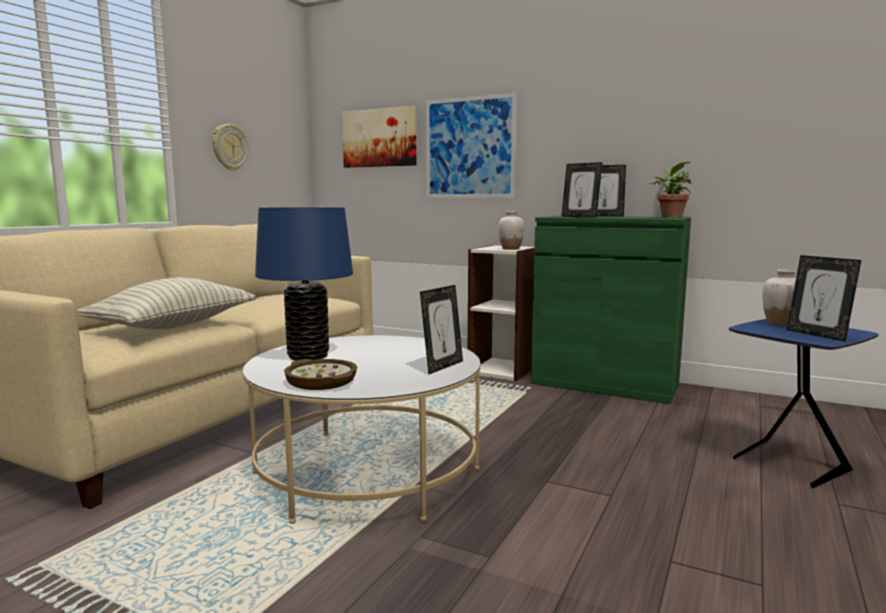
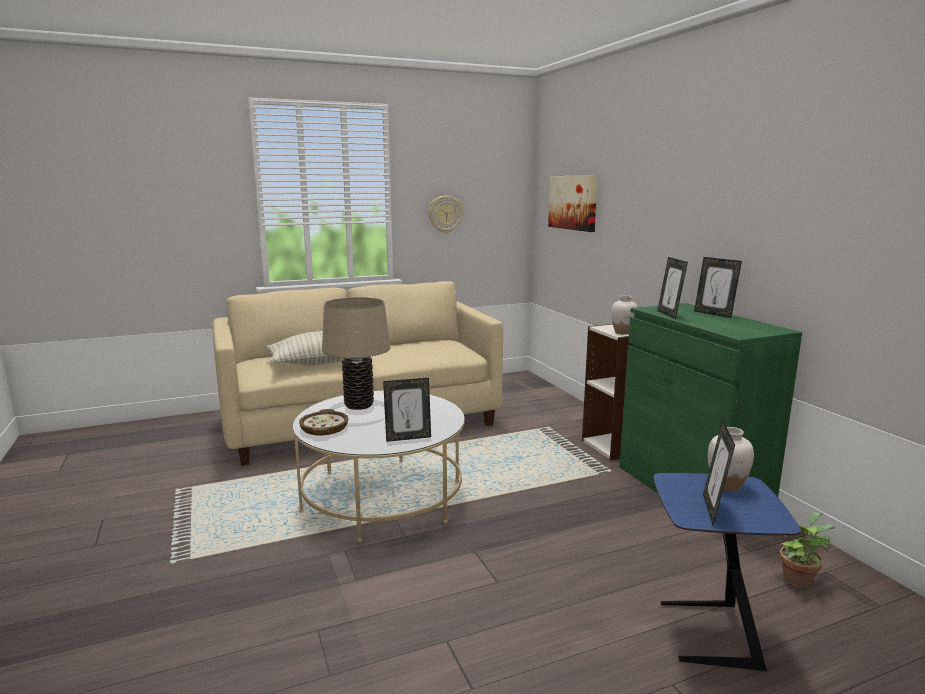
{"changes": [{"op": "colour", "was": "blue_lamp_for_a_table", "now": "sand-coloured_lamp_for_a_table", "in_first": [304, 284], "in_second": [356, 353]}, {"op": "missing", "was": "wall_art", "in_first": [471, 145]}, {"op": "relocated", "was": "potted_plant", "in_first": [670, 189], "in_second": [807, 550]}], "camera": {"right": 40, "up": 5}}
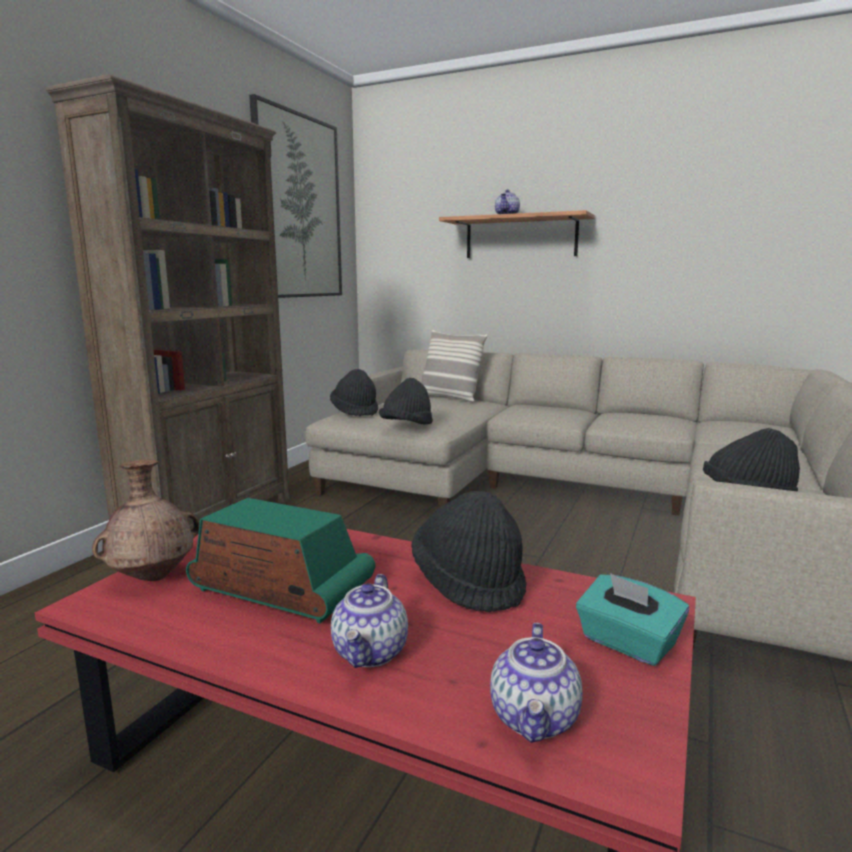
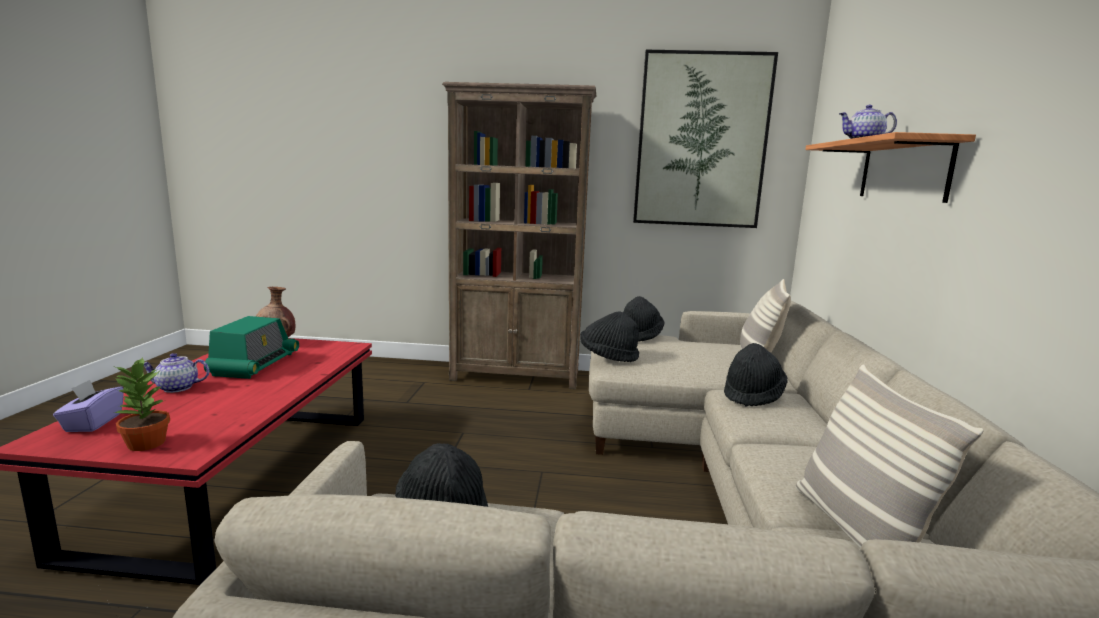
{"changes": [{"op": "relocated", "was": "black_wearable_hat", "in_first": [469, 551], "in_second": [756, 375]}, {"op": "exchanged", "was": "teapot", "now": "purple_tissue_box", "in_first": [536, 683], "in_second": [88, 405]}, {"op": "exchanged", "was": "blue-green_tissue_box", "now": "potted_plant", "in_first": [632, 619], "in_second": [141, 403]}, {"op": "appeared", "now": "throw_pillow", "in_second": [890, 456]}], "camera": {"right": 70, "up": 0}}
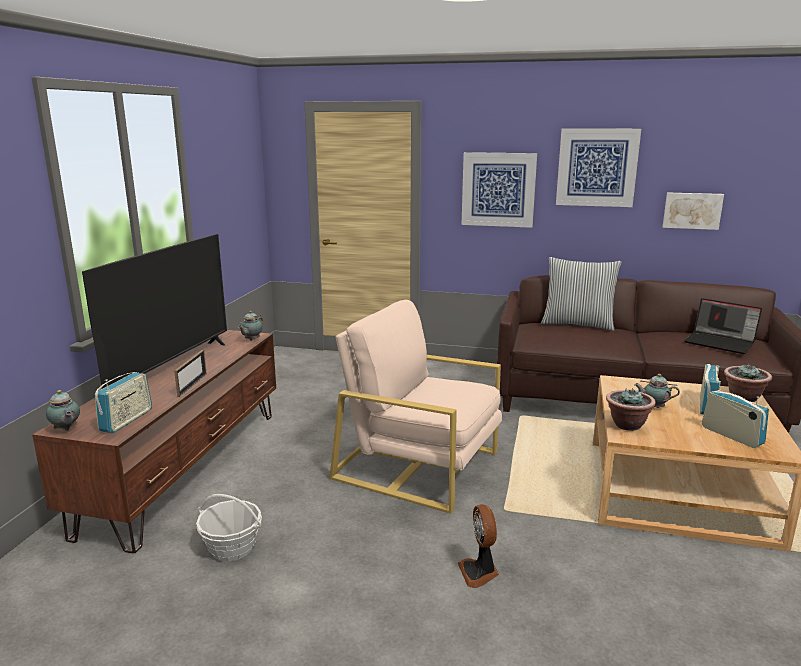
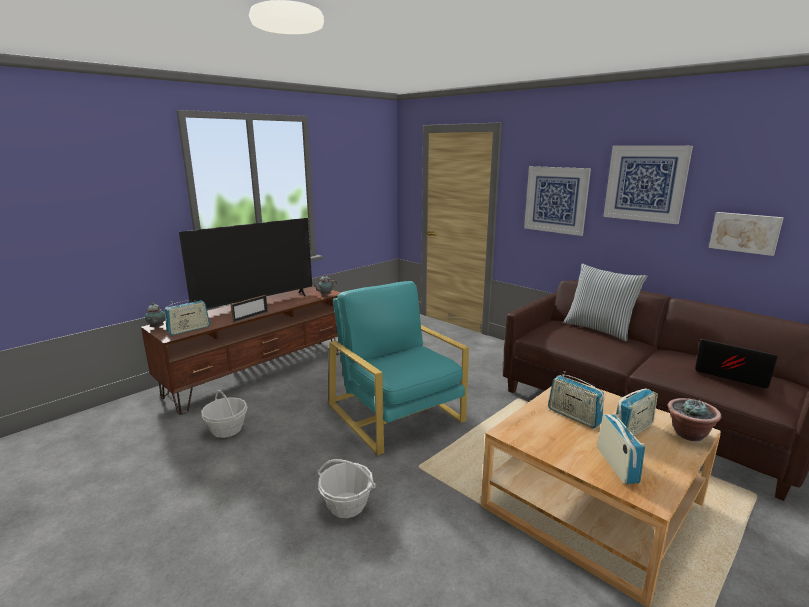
{"changes": [{"op": "colour", "was": "sand-coloured_lounge_chair", "now": "blue-green_lounge_chair", "in_first": [415, 407], "in_second": [399, 368]}, {"op": "exchanged", "was": "fan", "now": "storage_basket", "in_first": [478, 546], "in_second": [346, 488]}, {"op": "missing", "was": "potted_plant", "in_first": [631, 409]}, {"op": "exchanged", "was": "teapot", "now": "radio_set", "in_first": [657, 391], "in_second": [576, 399]}, {"op": "spun", "was": "laptop", "in_first": [723, 326], "in_second": [736, 363], "clockwise": 150}], "camera": {"right": 30, "up": 0}}
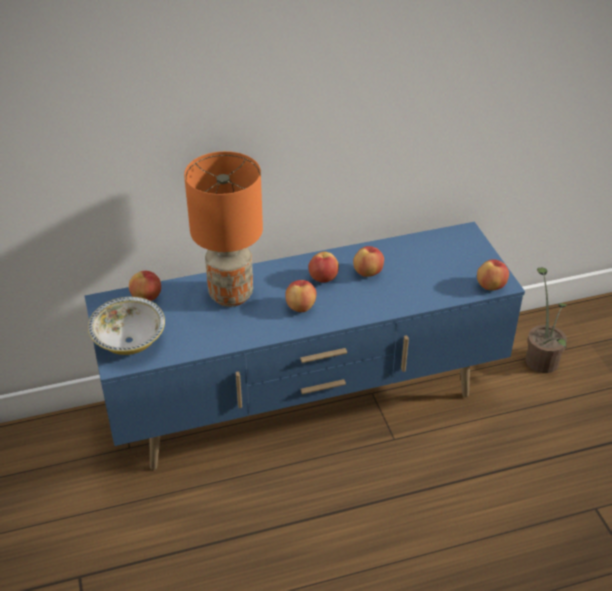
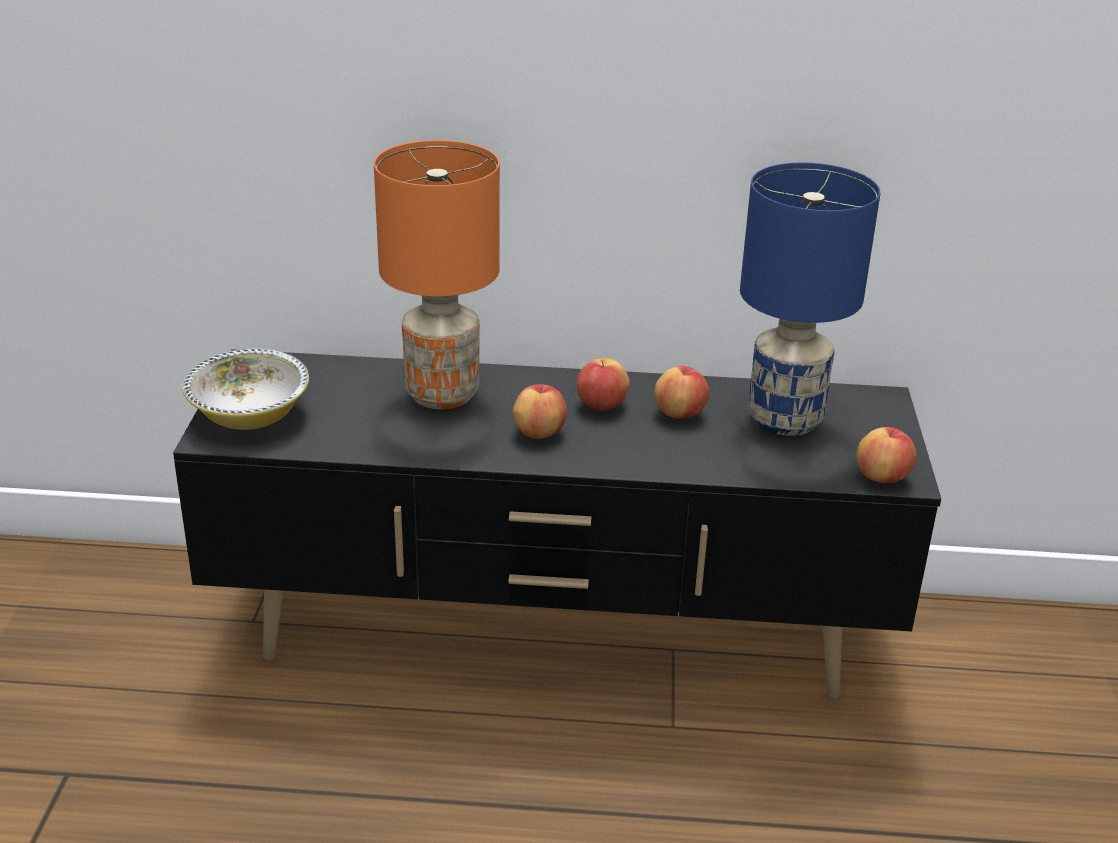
{"changes": [{"op": "colour", "was": "blue_media_console", "now": "black_media_console", "in_first": [305, 346], "in_second": [557, 524]}, {"op": "missing", "was": "apple_fruit", "in_first": [145, 286]}, {"op": "missing", "was": "potted_plant", "in_first": [546, 320]}, {"op": "appeared", "now": "blue_lamp_for_a_table", "in_second": [810, 299]}], "camera": {"right": 20, "up": -10}}
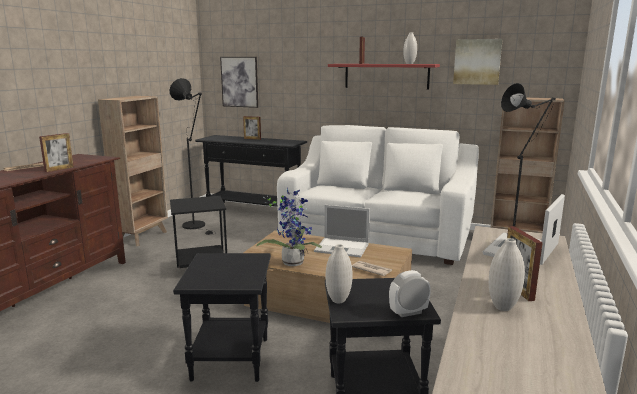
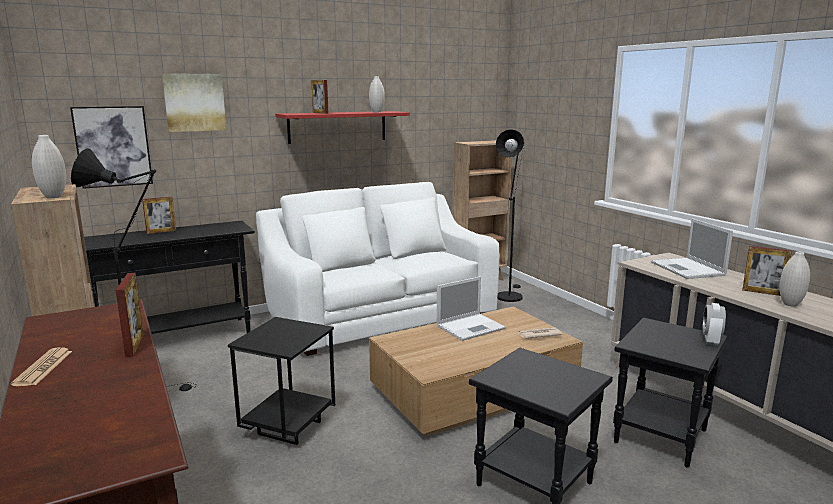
{"changes": [{"op": "missing", "was": "potted_plant", "in_first": [289, 226]}, {"op": "relocated", "was": "white_decorative_vase", "in_first": [339, 273], "in_second": [49, 166]}, {"op": "relocated", "was": "wall_art", "in_first": [478, 62], "in_second": [194, 102]}], "camera": {"right": -50, "up": 0}}
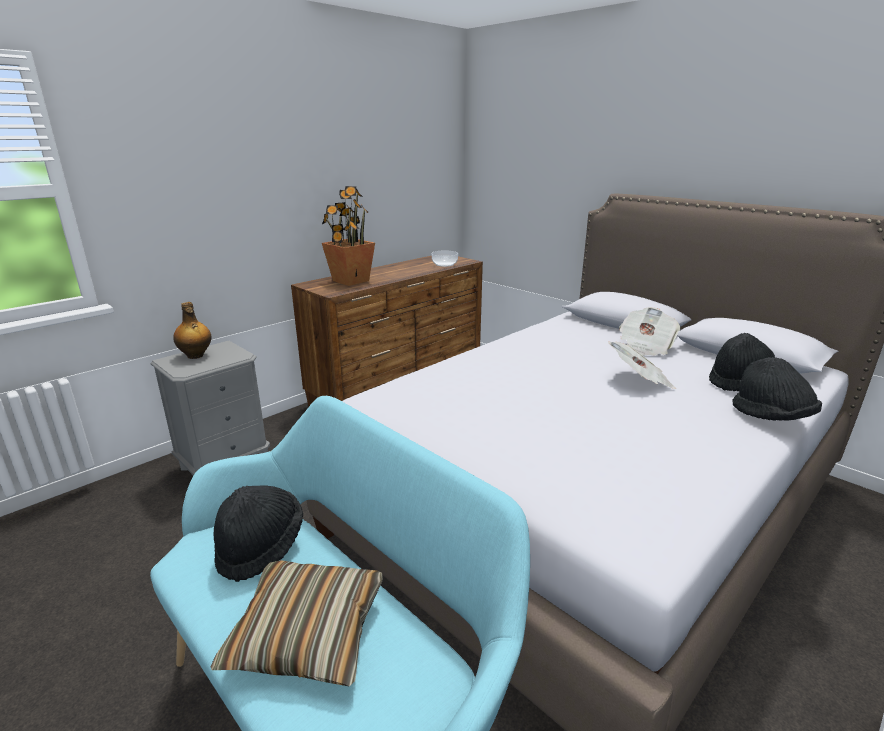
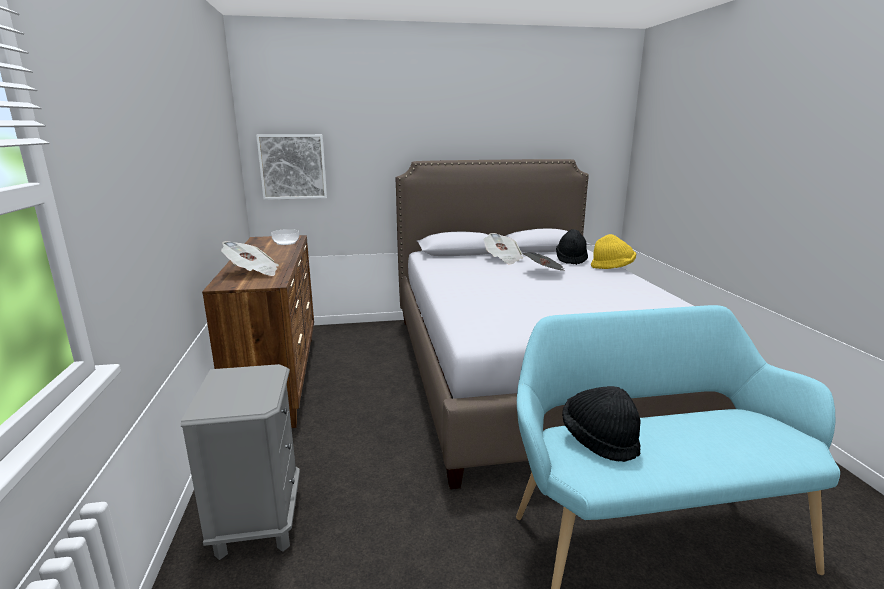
{"changes": [{"op": "missing", "was": "beverage_bottle", "in_first": [192, 330]}, {"op": "missing", "was": "throw_pillow", "in_first": [297, 623]}, {"op": "exchanged", "was": "potted_plant", "now": "newspaper", "in_first": [348, 236], "in_second": [250, 258]}, {"op": "colour", "was": "black_wearable_hat", "now": "yellow_wearable_hat", "in_first": [777, 389], "in_second": [613, 251]}, {"op": "appeared", "now": "wall_art", "in_second": [291, 167]}], "camera": {"right": -55, "up": -5}}
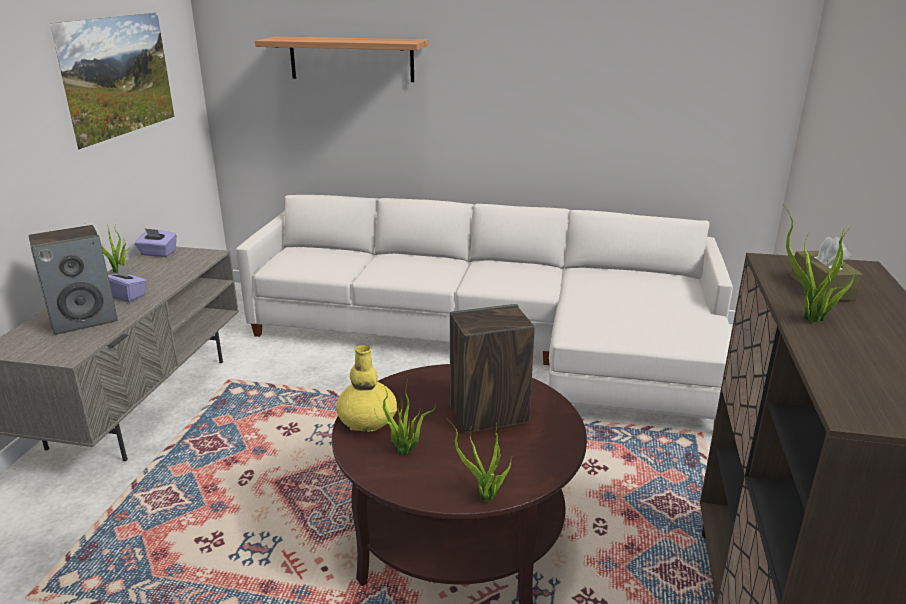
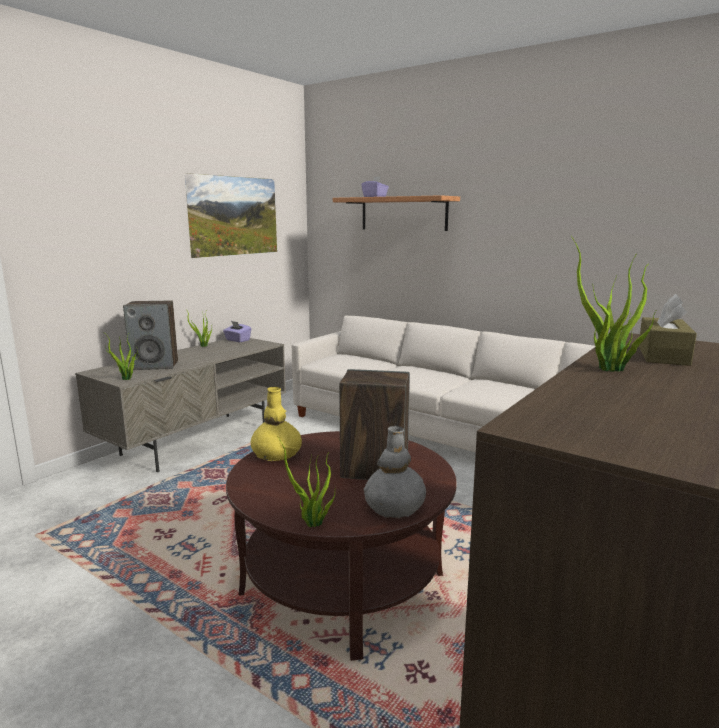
{"changes": [{"op": "relocated", "was": "purple_tissue_box", "in_first": [127, 283], "in_second": [375, 186]}, {"op": "relocated", "was": "potted_plant", "in_first": [405, 417], "in_second": [122, 357]}, {"op": "appeared", "now": "grey_decorative_vase", "in_second": [395, 472]}], "camera": {"right": 25, "up": -10}}
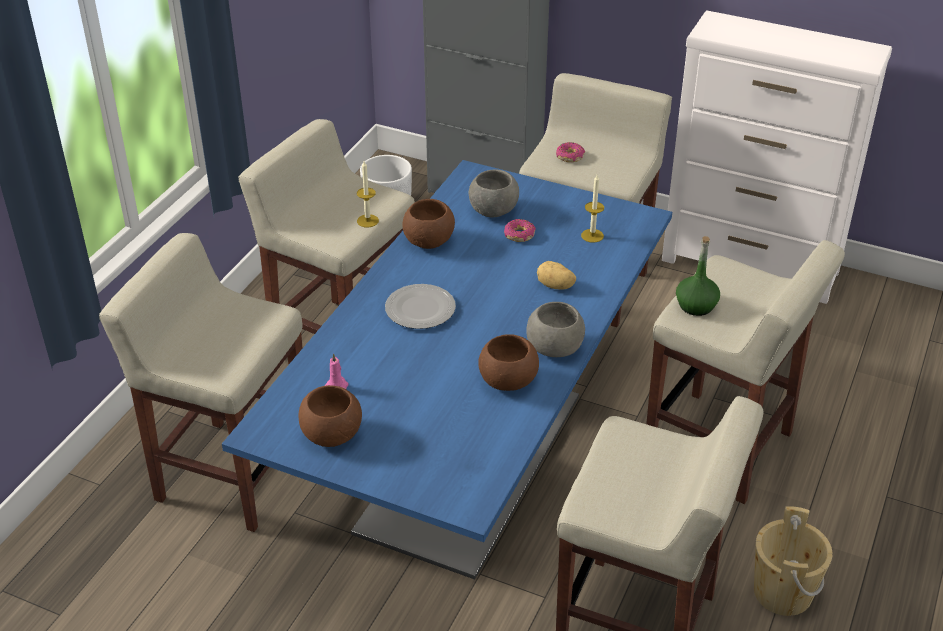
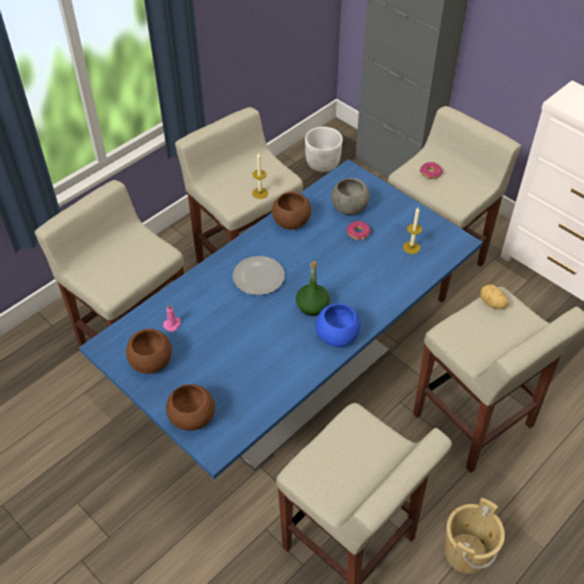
{"changes": [{"op": "relocated", "was": "brownish_bowl", "in_first": [508, 362], "in_second": [190, 407]}, {"op": "colour", "was": "grey_bowl", "now": "blue_bowl", "in_first": [555, 329], "in_second": [338, 325]}, {"op": "relocated", "was": "potato", "in_first": [556, 275], "in_second": [494, 297]}, {"op": "relocated", "was": "green-coloured_beverage_bottle", "in_first": [698, 276], "in_second": [313, 288]}], "camera": {"right": 20, "up": 10}}
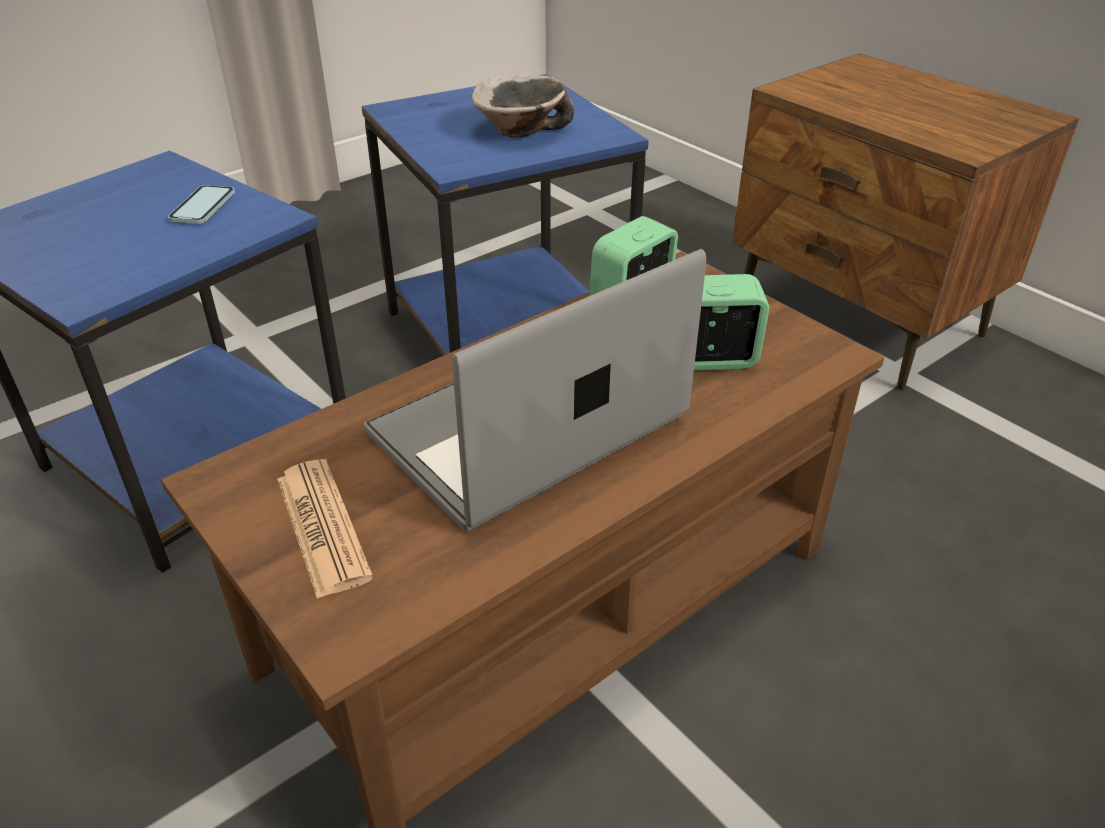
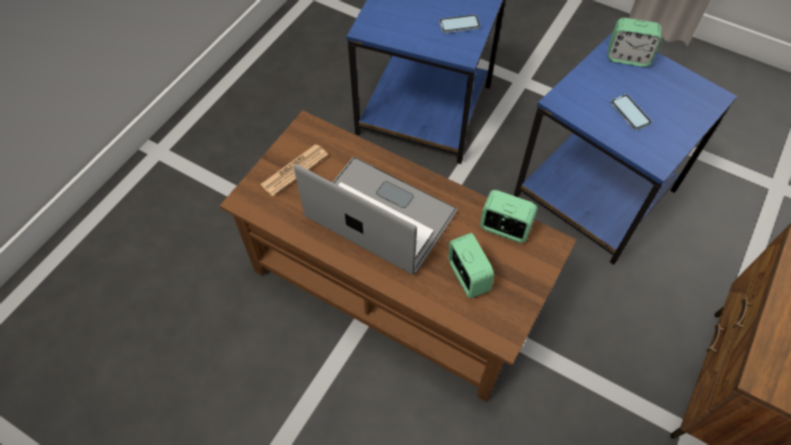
{"changes": [{"op": "exchanged", "was": "bowl", "now": "handset", "in_first": [522, 106], "in_second": [631, 112]}, {"op": "appeared", "now": "alarm_clock", "in_second": [635, 42]}], "camera": {"right": 70, "up": 20}}
